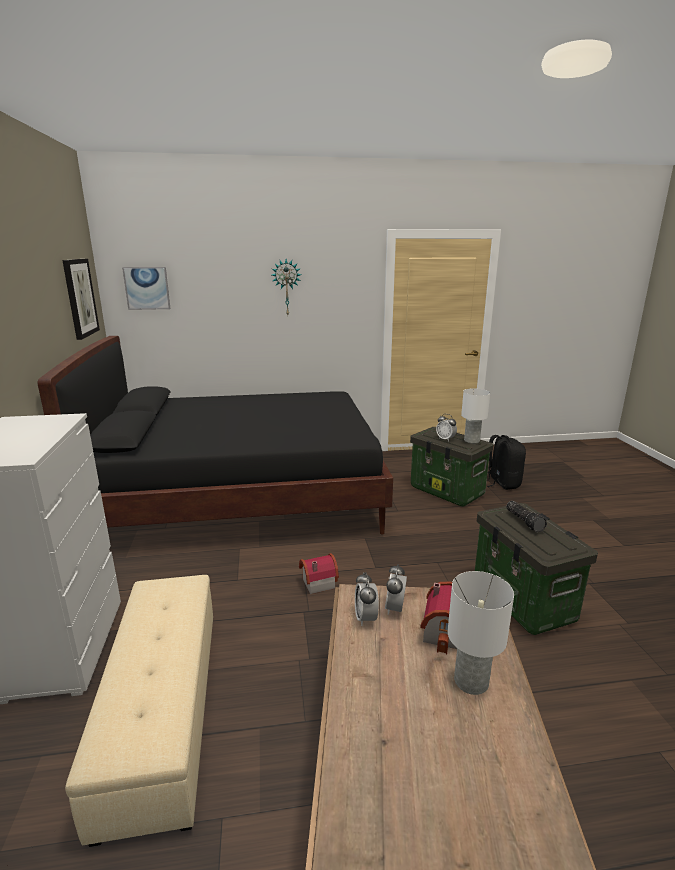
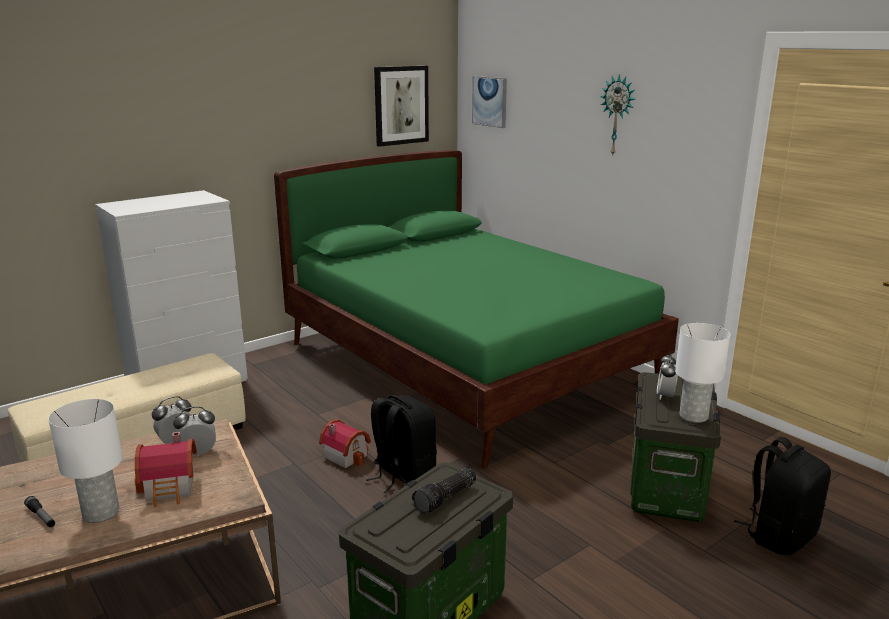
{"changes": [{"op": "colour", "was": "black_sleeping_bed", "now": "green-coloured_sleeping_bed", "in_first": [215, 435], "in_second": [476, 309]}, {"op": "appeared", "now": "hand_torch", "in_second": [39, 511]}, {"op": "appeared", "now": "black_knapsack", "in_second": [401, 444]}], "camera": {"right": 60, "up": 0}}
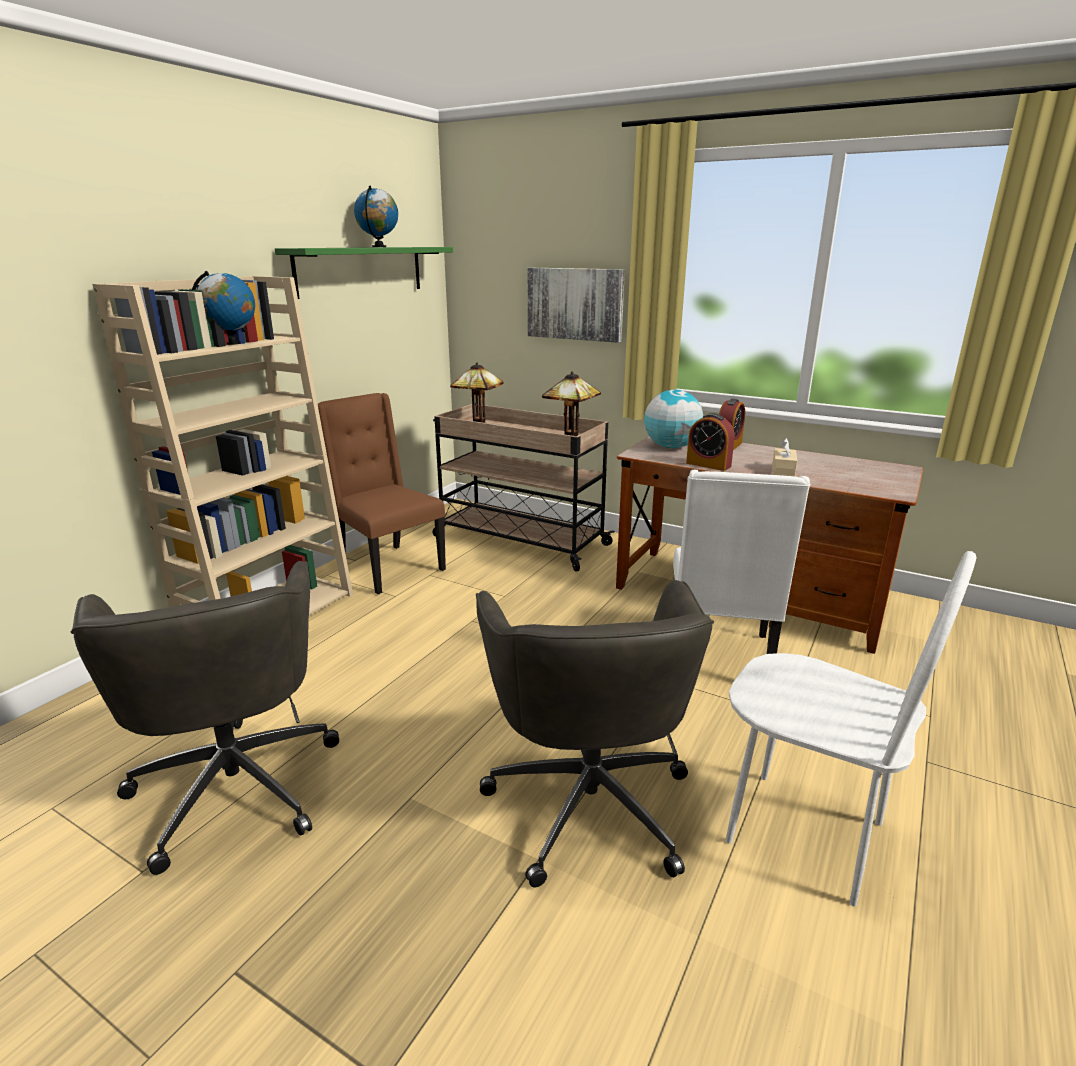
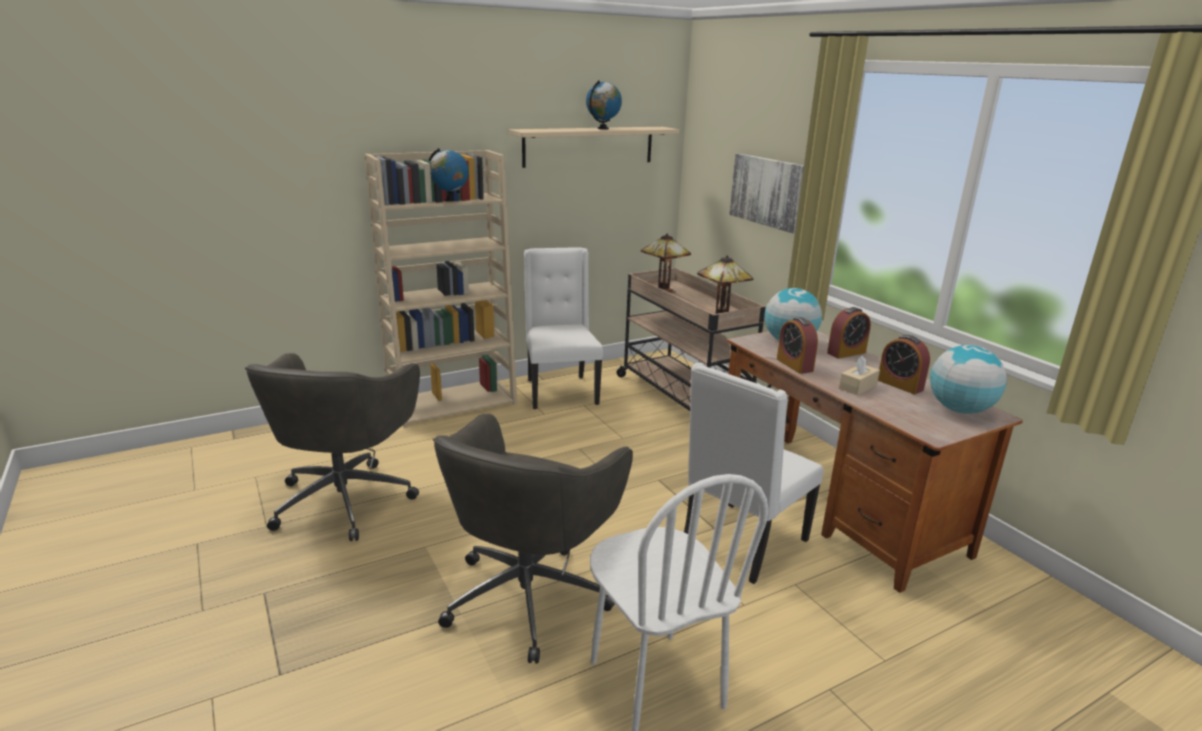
{"changes": [{"op": "colour", "was": "green-coloured_wall_shelf", "now": "sand-coloured_wall_shelf", "in_first": [364, 273], "in_second": [594, 147]}, {"op": "colour", "was": "brownish_chair", "now": "white_chair", "in_first": [382, 493], "in_second": [563, 328]}, {"op": "appeared", "now": "alarm_clock", "in_second": [904, 364]}, {"op": "appeared", "now": "world_globe", "in_second": [968, 379]}], "camera": {"right": 30, "up": 0}}
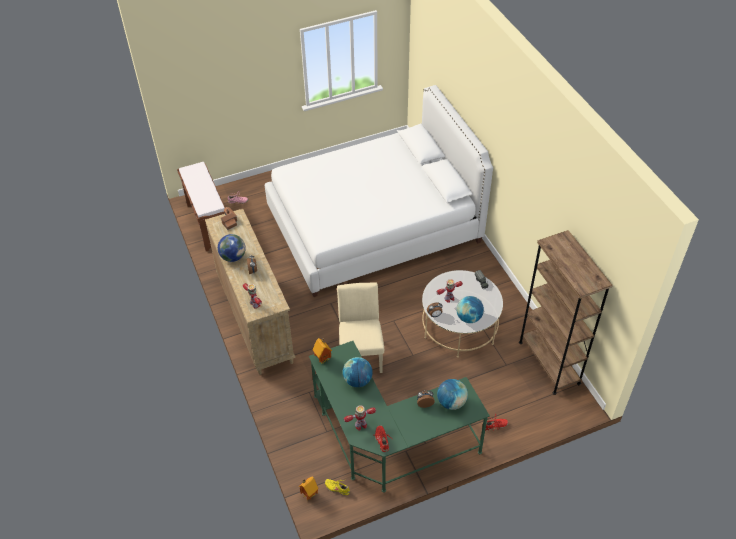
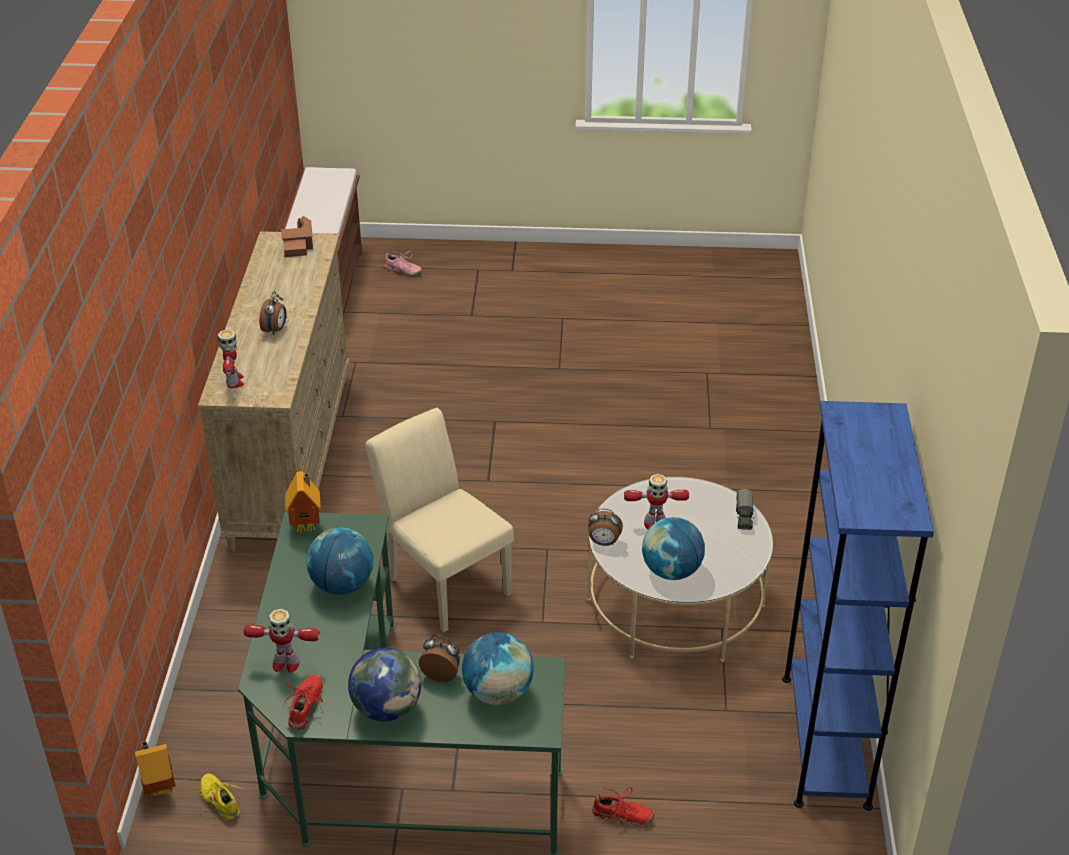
{"changes": [{"op": "relocated", "was": "world_globe", "in_first": [232, 248], "in_second": [384, 684]}, {"op": "missing", "was": "white_sleeping_bed", "in_first": [379, 191]}, {"op": "spun", "was": "sand-coloured_chair", "in_first": [360, 328], "in_second": [439, 520], "clockwise": -60}, {"op": "colour", "was": "brownish_bookcase", "now": "blue_bookcase", "in_first": [566, 312], "in_second": [858, 606]}], "camera": {"right": 25, "up": -10}}
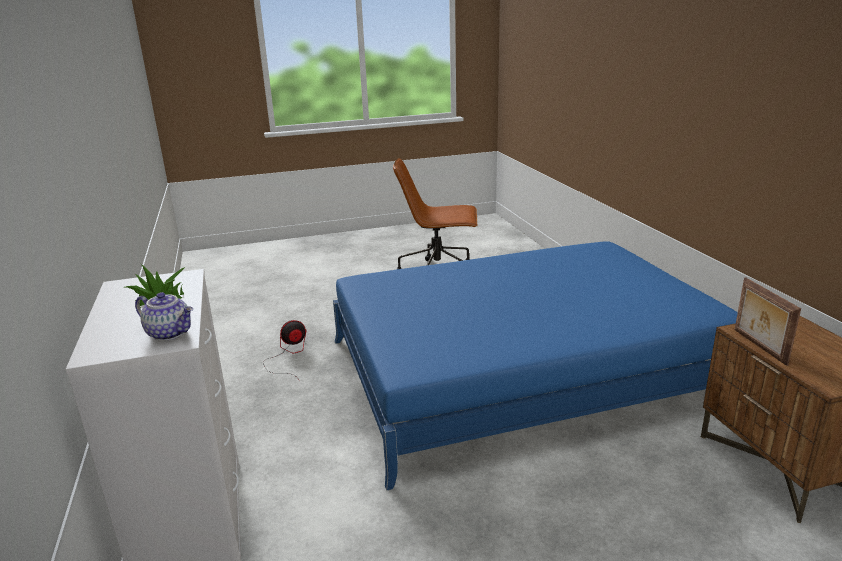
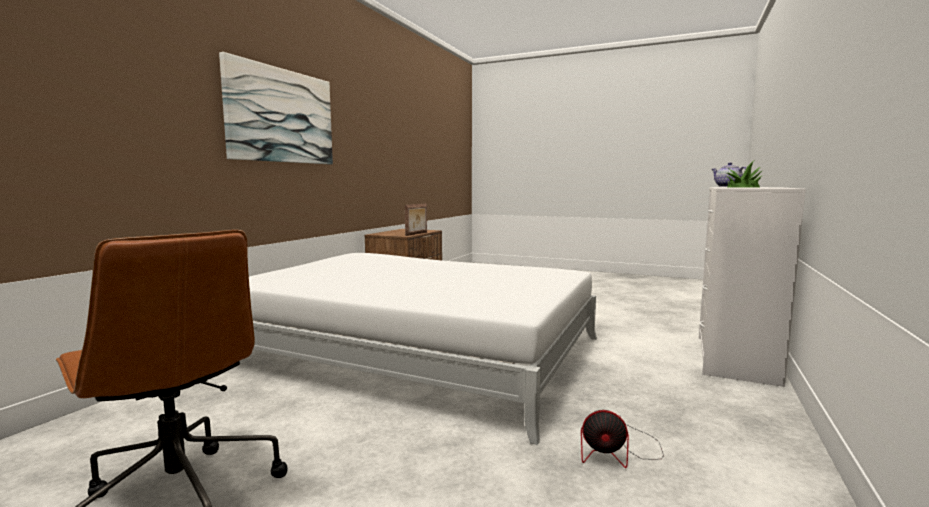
{"changes": [{"op": "colour", "was": "blue_sleeping_bed", "now": "white_sleeping_bed", "in_first": [535, 365], "in_second": [423, 349]}, {"op": "appeared", "now": "wall_art", "in_second": [276, 108]}], "camera": {"right": -140, "up": -15}}
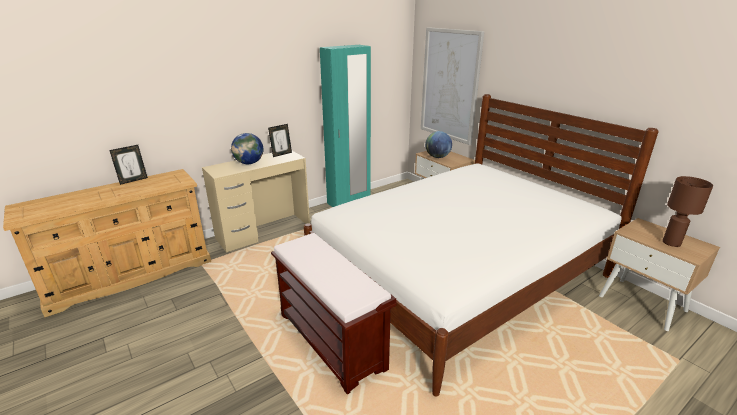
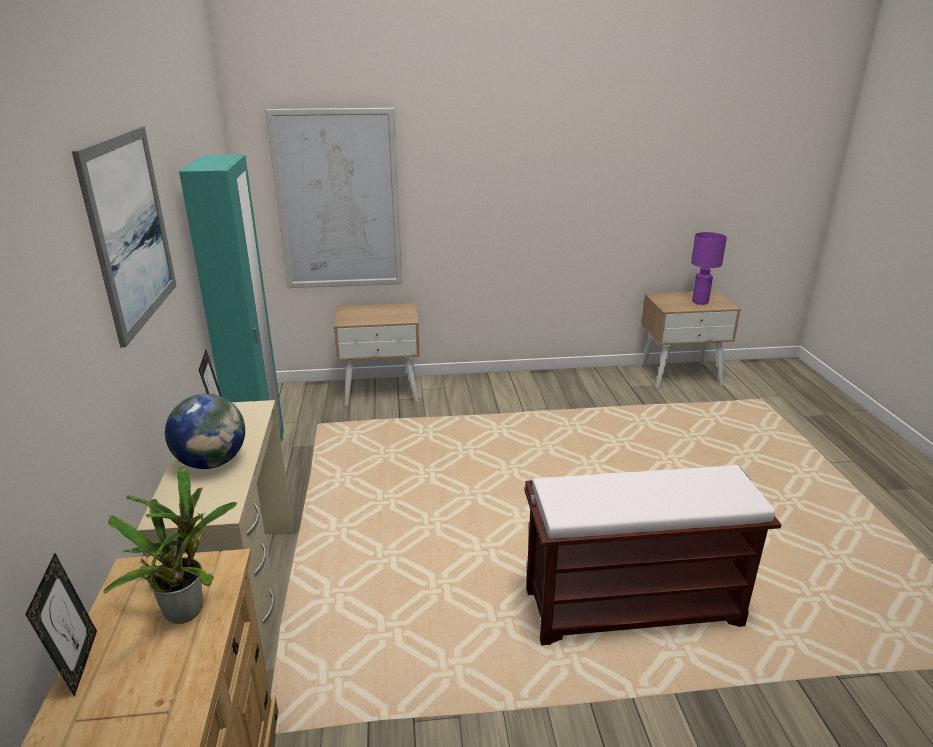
{"changes": [{"op": "missing", "was": "white_sleeping_bed", "in_first": [481, 245]}, {"op": "missing", "was": "world_globe", "in_first": [438, 144]}, {"op": "colour", "was": "brownish_lamp_for_a_table", "now": "purple_lamp_for_a_table", "in_first": [688, 211], "in_second": [709, 268]}, {"op": "appeared", "now": "wall_art", "in_second": [124, 236]}, {"op": "appeared", "now": "potted_plant", "in_second": [170, 545]}], "camera": {"right": -60, "up": 0}}
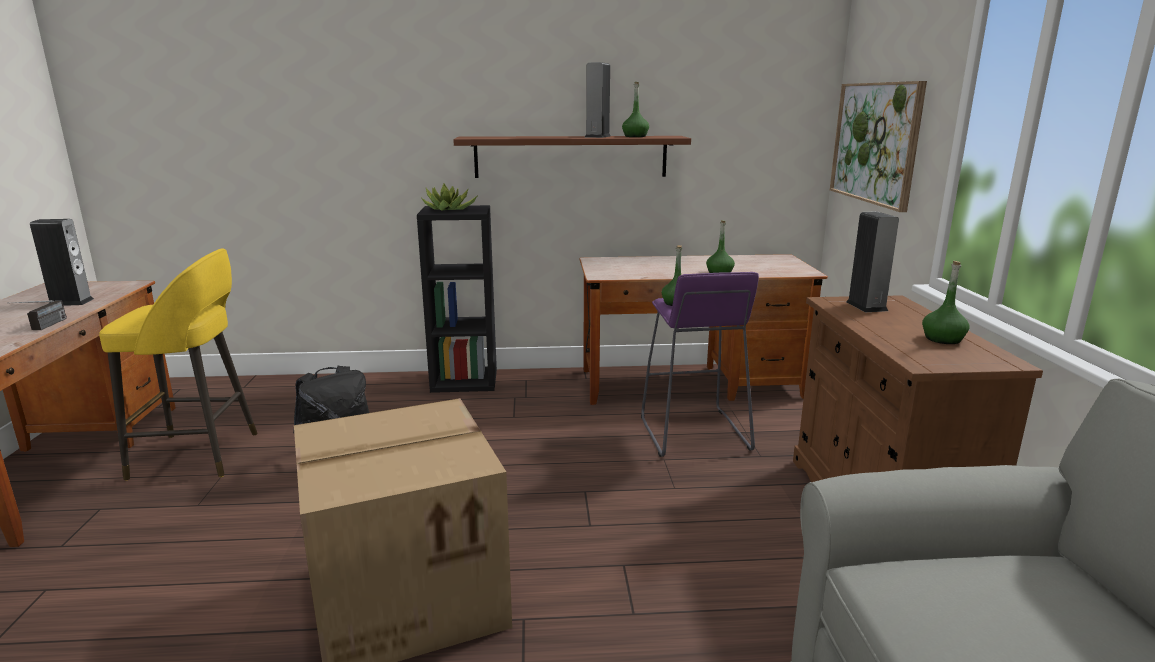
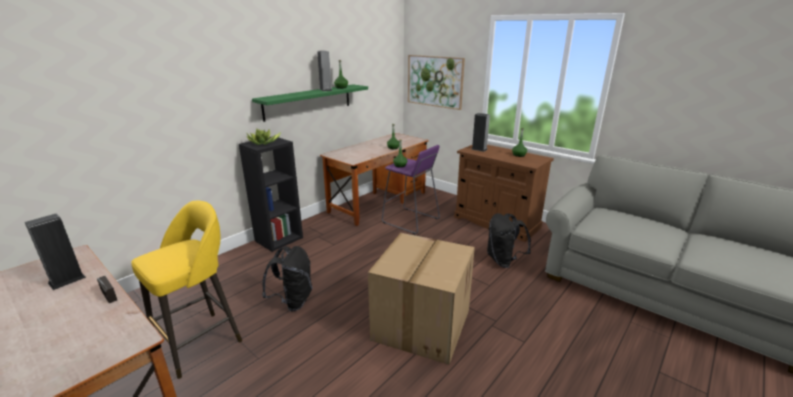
{"changes": [{"op": "colour", "was": "brownish_wall_shelf", "now": "green-coloured_wall_shelf", "in_first": [572, 157], "in_second": [310, 103]}, {"op": "appeared", "now": "black_knapsack", "in_second": [509, 240]}], "camera": {"right": -45, "up": 5}}
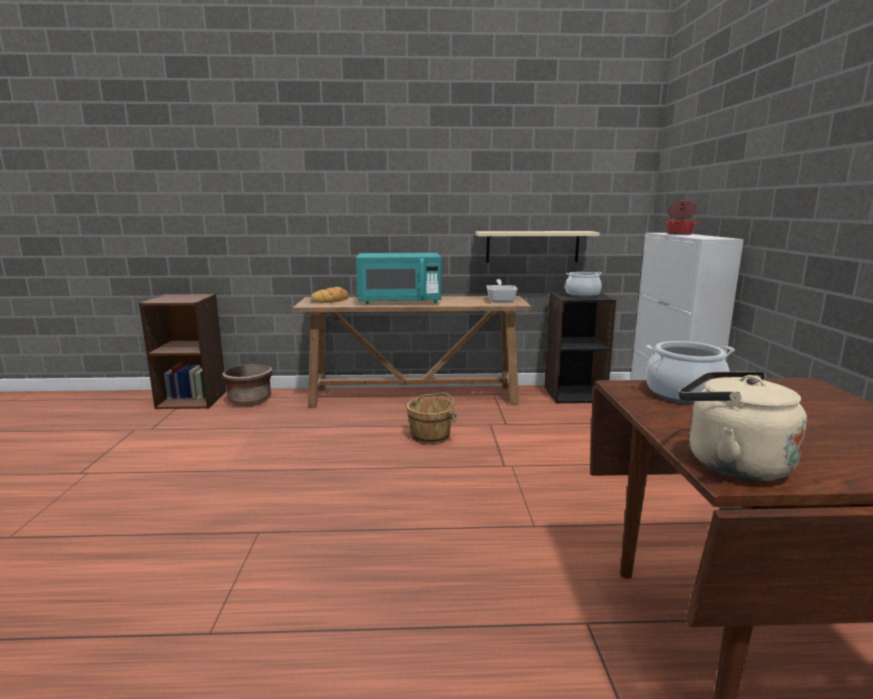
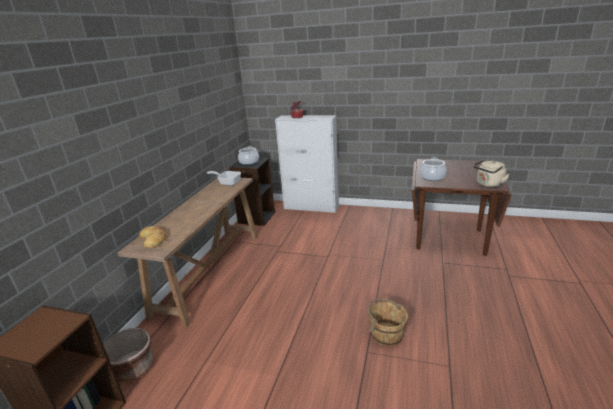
{"changes": [{"op": "missing", "was": "blue-green_microwave_oven", "in_first": [398, 278]}, {"op": "relocated", "was": "brownish_bucket", "in_first": [431, 418], "in_second": [388, 322]}, {"op": "missing", "was": "sand-coloured_wall_shelf", "in_first": [537, 247]}], "camera": {"right": -70, "up": 10}}
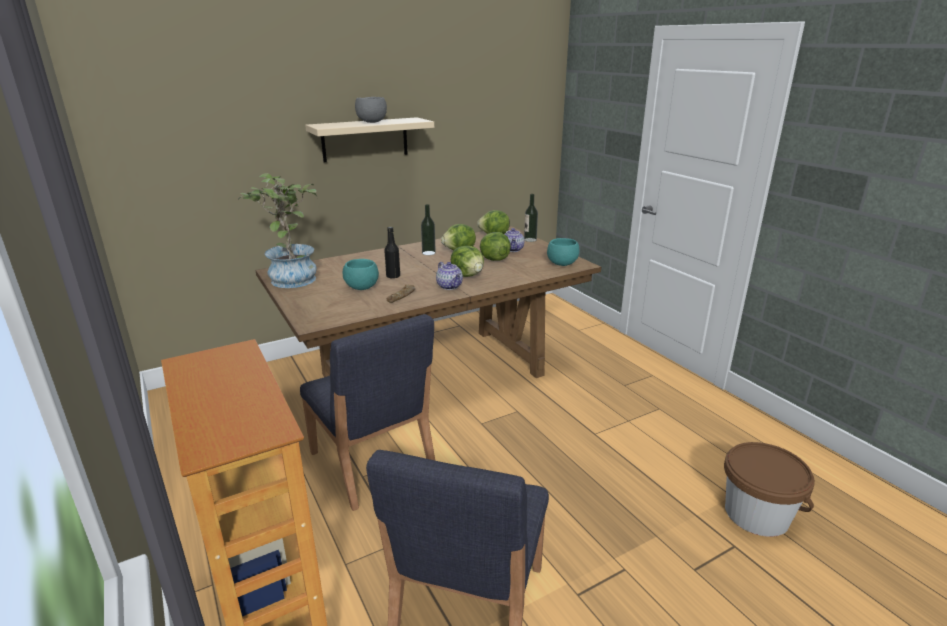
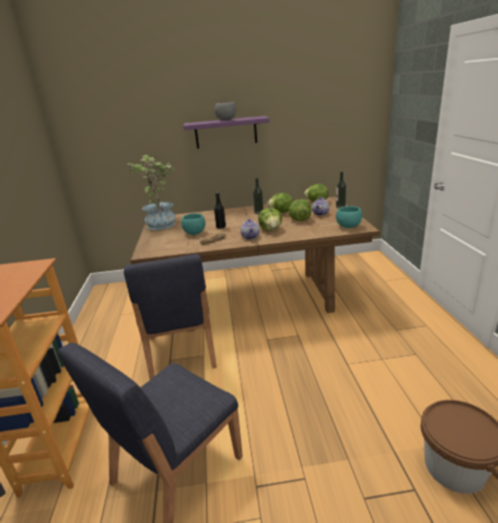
{"changes": [{"op": "colour", "was": "sand-coloured_wall_shelf", "now": "purple_wall_shelf", "in_first": [369, 139], "in_second": [226, 132]}], "camera": {"right": 25, "up": 0}}
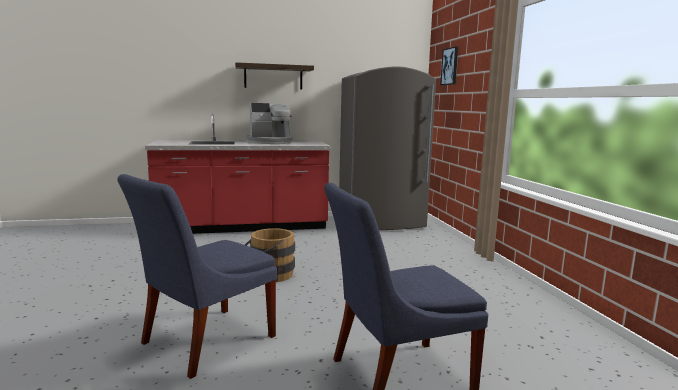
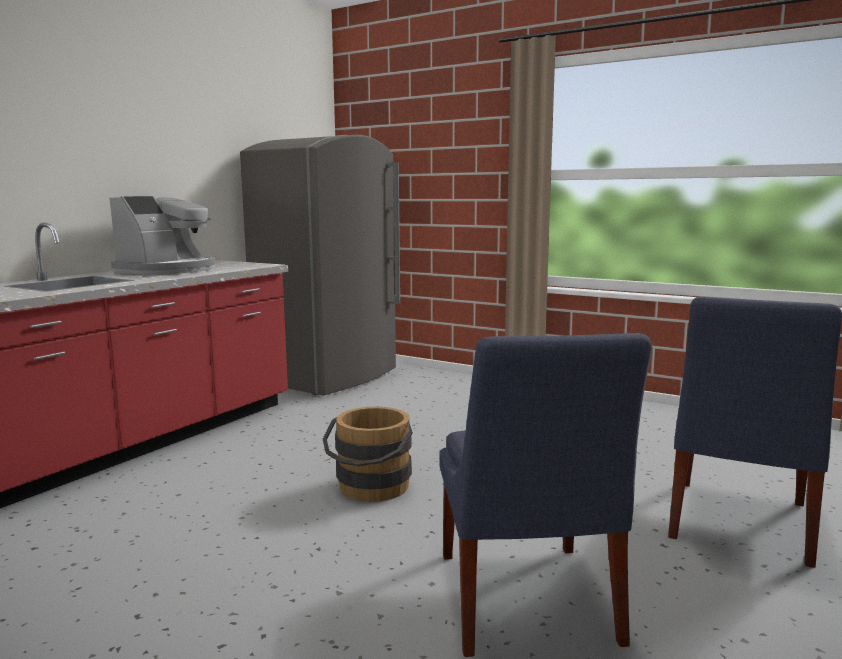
{"changes": [{"op": "missing", "was": "wall_shelf", "in_first": [274, 75]}, {"op": "missing", "was": "wall_art", "in_first": [449, 65]}], "camera": {"right": -45, "up": 0}}
